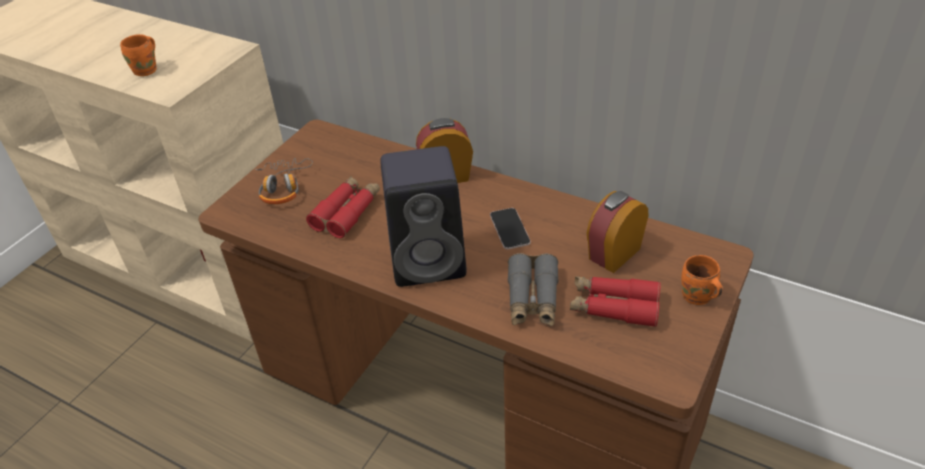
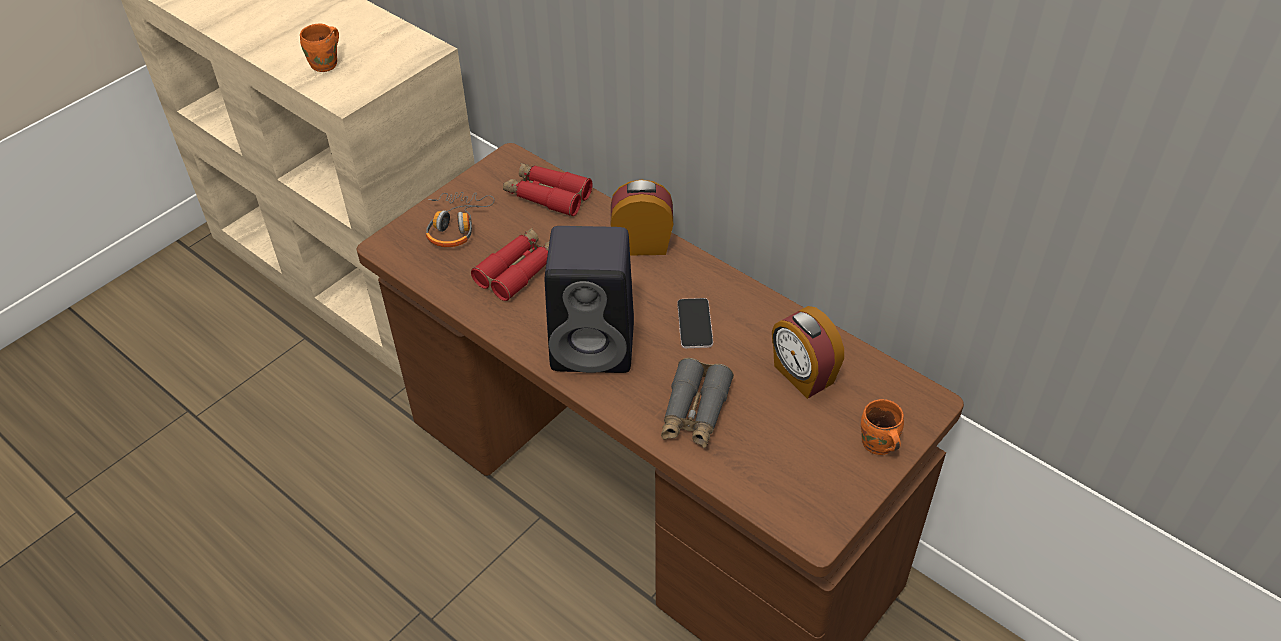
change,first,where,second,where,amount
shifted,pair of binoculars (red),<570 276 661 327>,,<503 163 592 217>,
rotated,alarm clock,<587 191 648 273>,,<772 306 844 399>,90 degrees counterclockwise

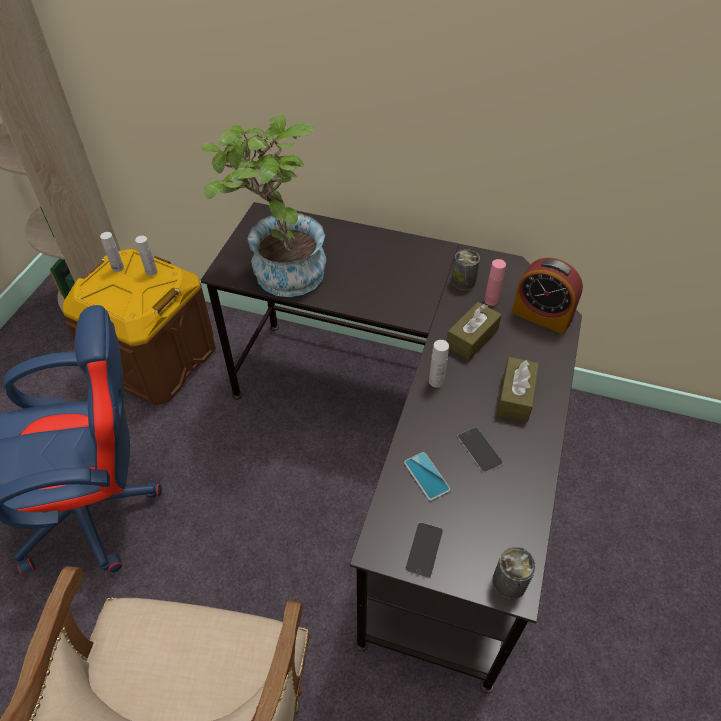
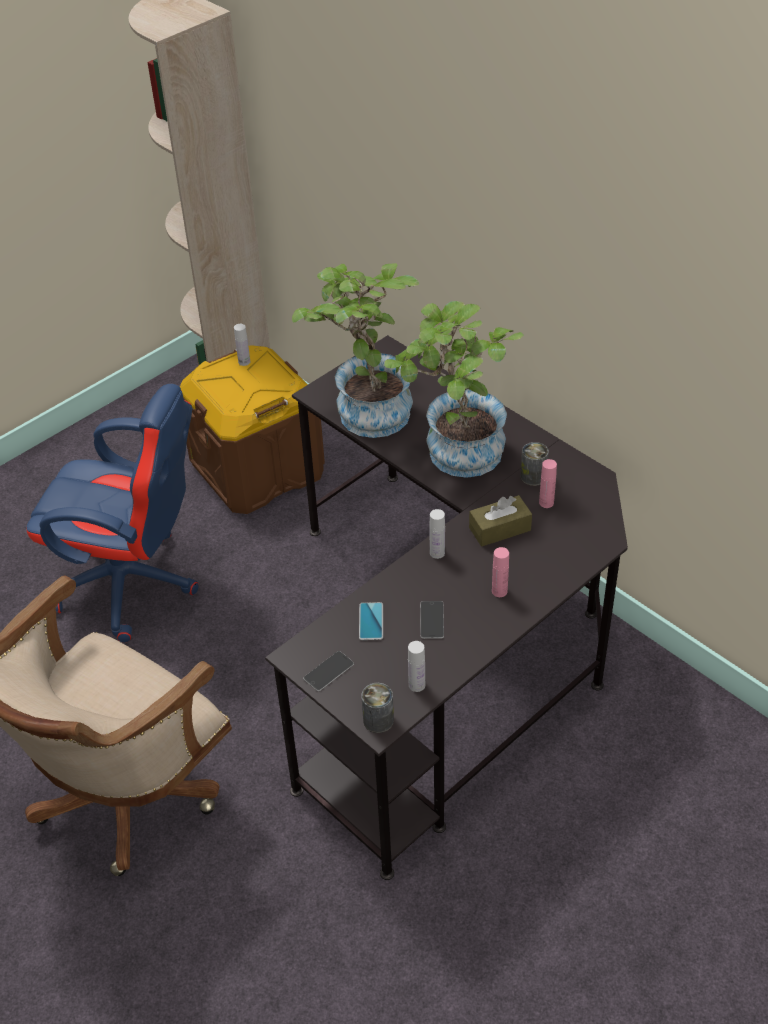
change,first,where,second,where,amount
gone,alarm clock,<512 258 583 334>,,,
new,,,plant in a pot,<384 301 524 478>,
shifted,drink bottle (white),<135 236 157 276>,,<408 641 425 692>,
swapped,tissue box (brown),<497 357 539 422>,drink bottle (pinkish),<492 547 509 597>,

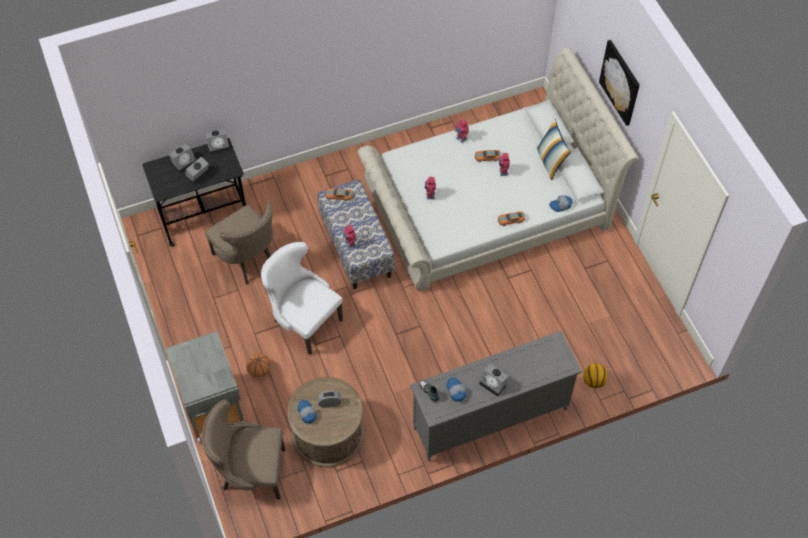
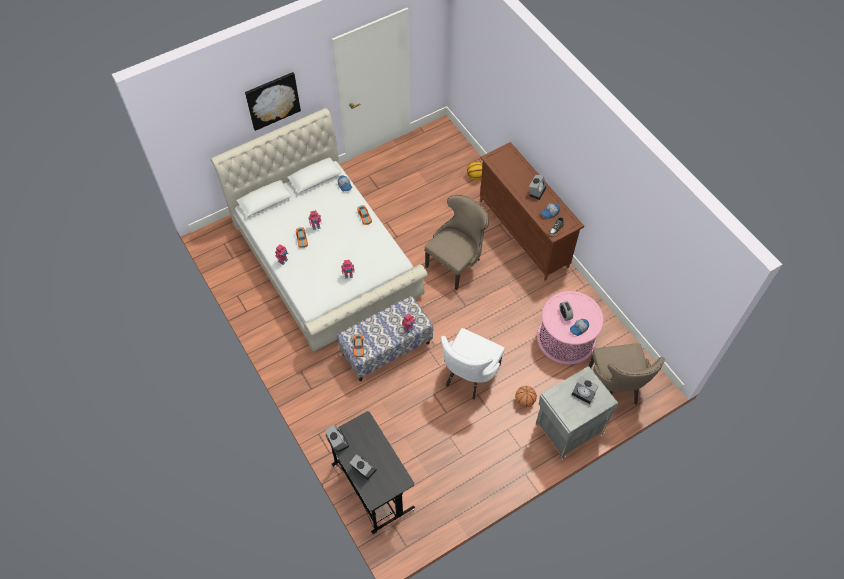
change,first,where,second,where,amount
gone,pillow,<536 118 571 180>,,,
shifted,alarm clock,<185 157 209 185>,,<572 376 599 404>,
shifted,chair (sand-coloured),<205 203 273 285>,,<425 195 489 290>,
repainted,coffee table (brown),<287 377 364 467>,coffee table (pinkish),<537 291 604 365>,
repainted,dresser (grey),<410 331 582 461>,dresser (brown),<480 142 584 281>,

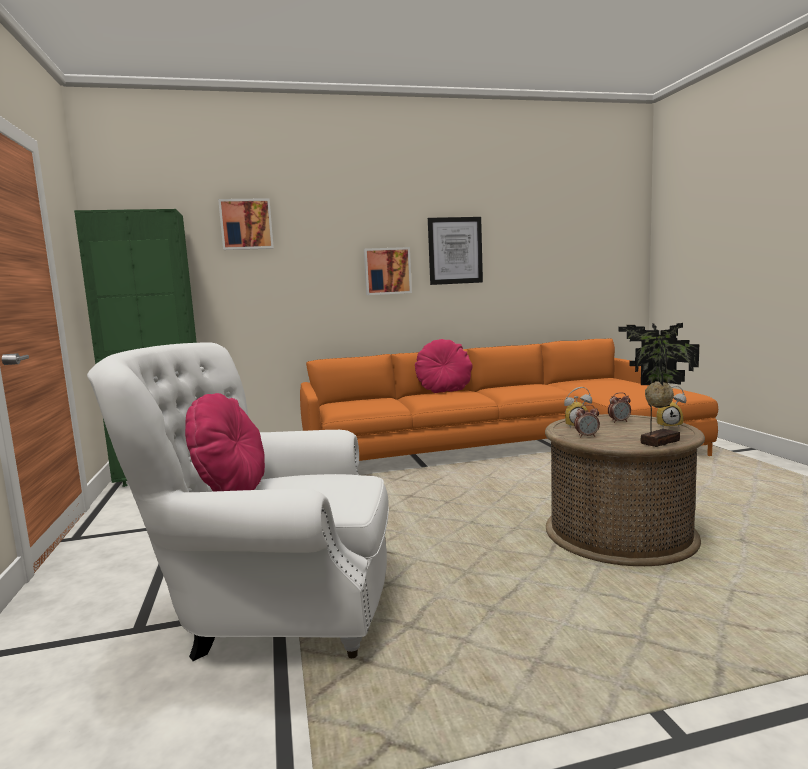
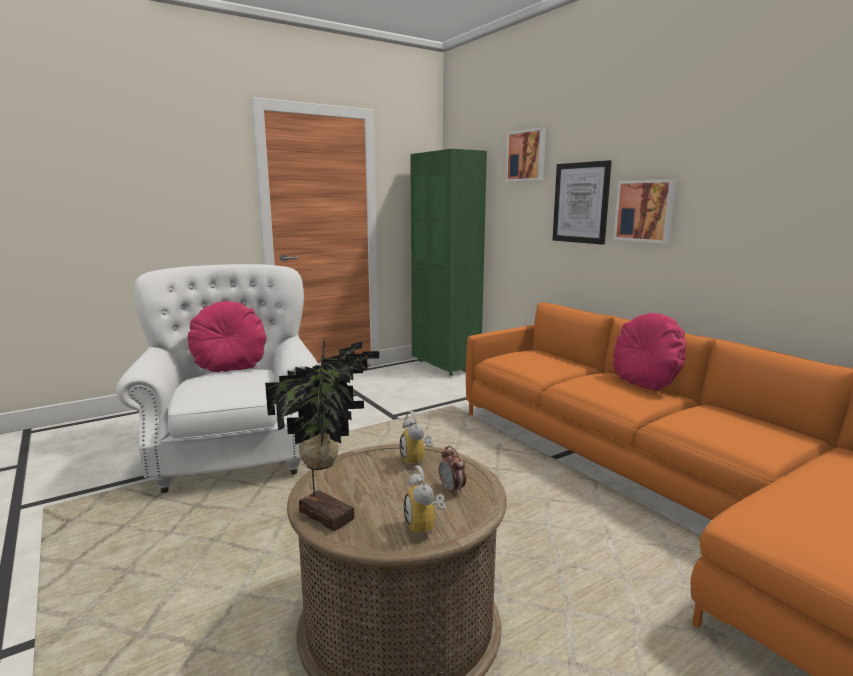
change,first,where,second,where,amount
gone,alarm clock,<574 405 600 438>,,,
shifted,wall art,<428 217 483 285>,,<552 160 612 245>,

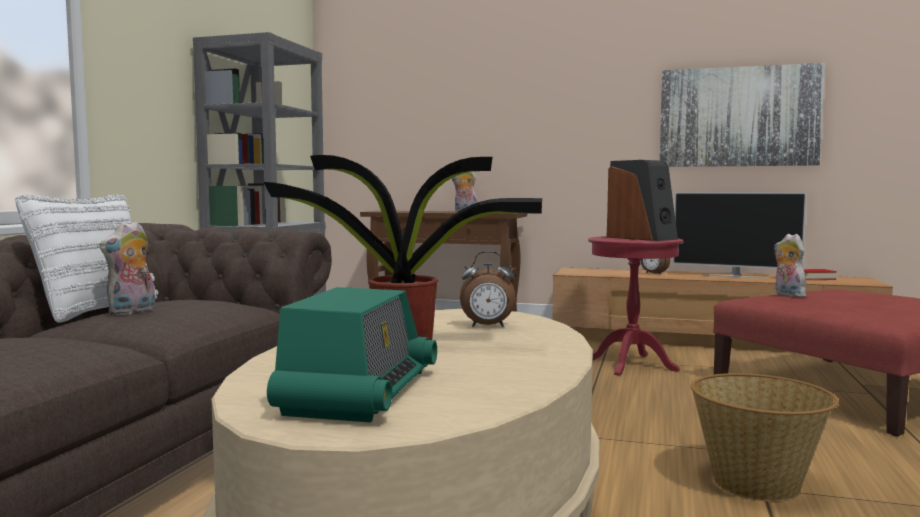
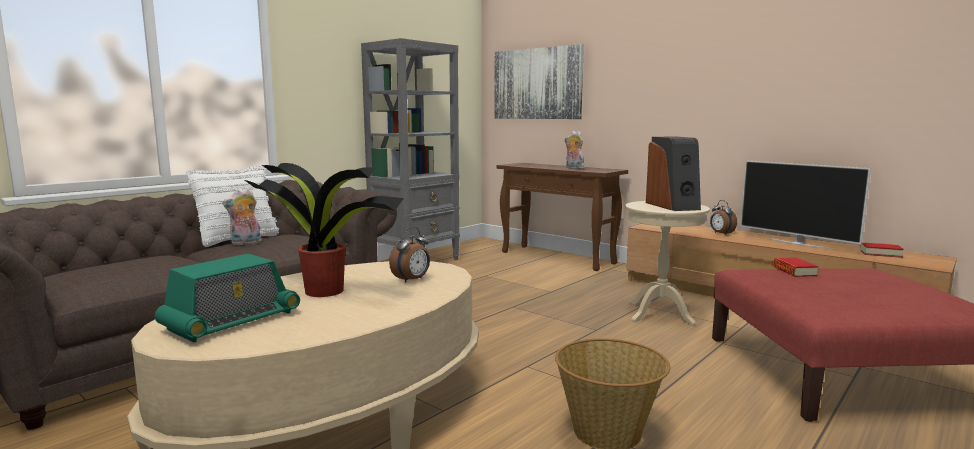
change,first,where,second,where,amount
shifted,wall art,<660 63 825 167>,,<494 44 584 119>,
swapped,soft toy,<774 234 806 297>,volume,<773 258 819 277>,
repainted,side table (red),<588 236 684 376>,side table (sand-coloured),<625 201 710 326>,
rotated,alarm clock,<460 251 516 327>,,<389 227 430 283>,75 degrees counterclockwise

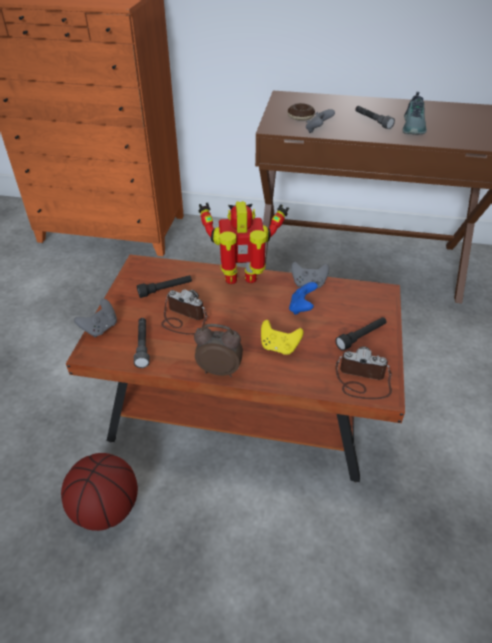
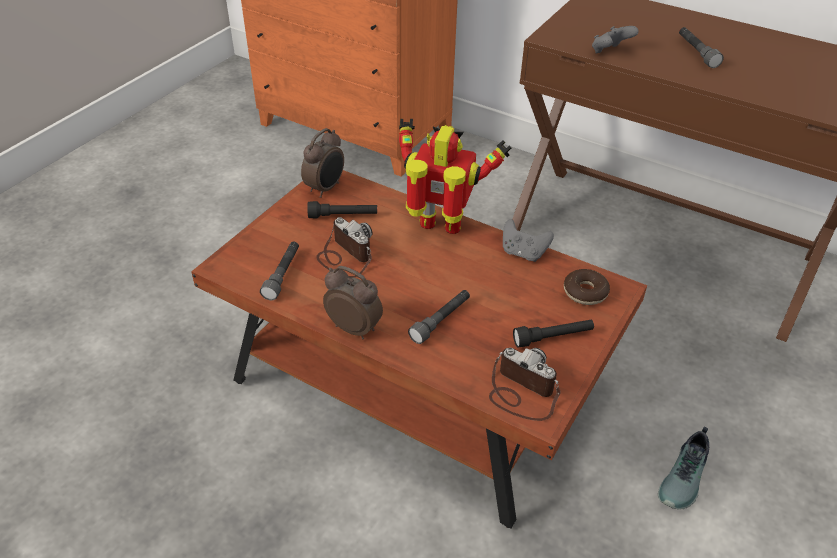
change,first,where,second,where,amount
gone,ball for basketball,<61 453 138 531>,,,
gone,joypad (grey),<74 299 117 337>,,,
gone,joypad (blue-coloured),<289 282 318 315>,,,
new,,,alarm clock,<301 128 344 198>,
shifted,ring doughnut,<288 103 315 121>,,<564 269 610 305>,
shifted,item of footwear,<402 92 427 134>,,<658 426 709 510>,
swapped,joypad (yellowish),<261 320 304 355>,flashlight (grey),<408 290 470 344>,

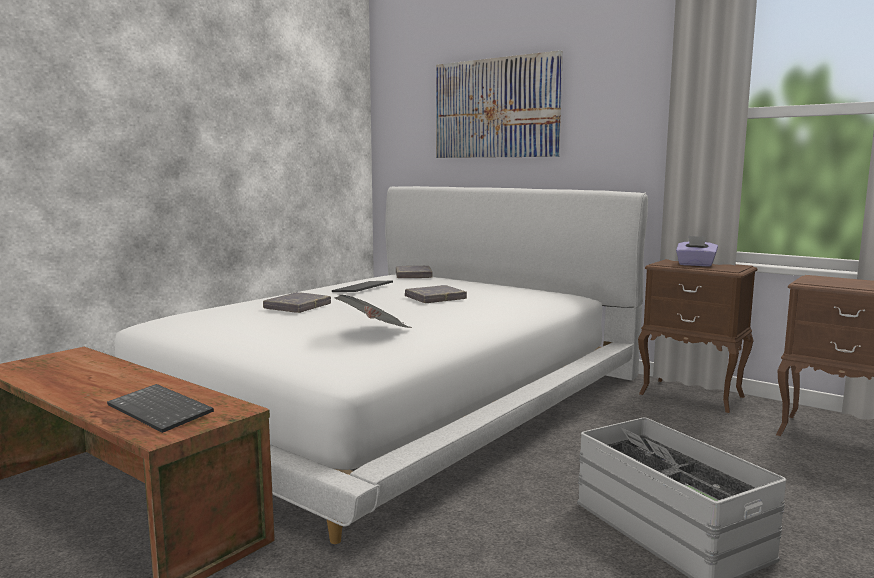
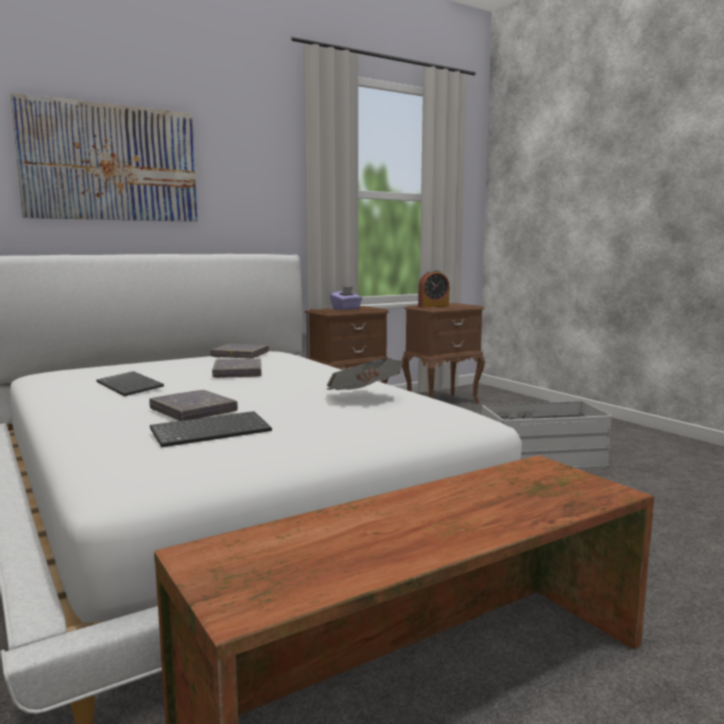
change,first,where,second,where,amount
new,,,alarm clock,<418 270 449 307>,
shifted,keyboard,<107 384 214 433>,,<150 411 272 447>,
shifted,volume (grey),<396 266 433 278>,,<210 344 269 359>,

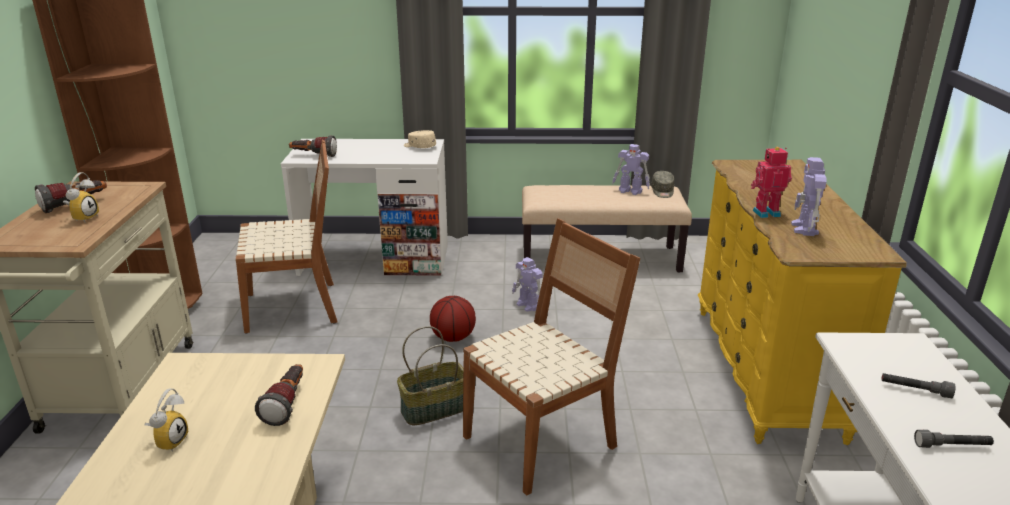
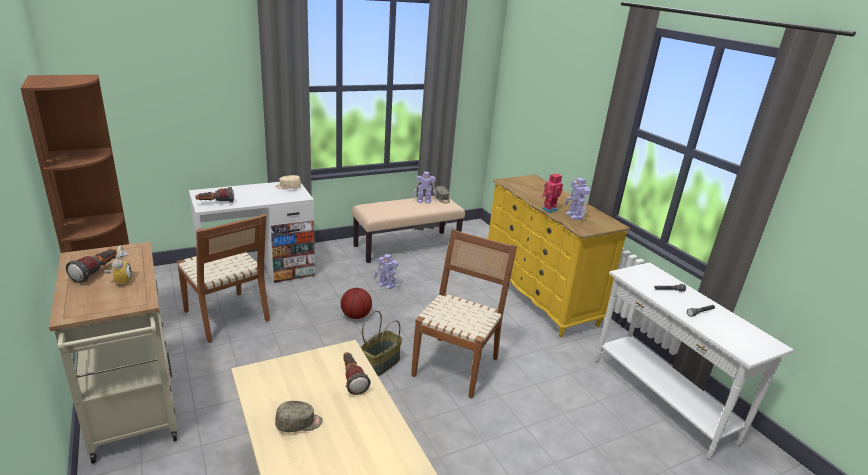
change,first,where,second,where,amount
swapped,alarm clock,<144 388 188 452>,cap (grey),<275 401 323 433>,
rotated,chair,<235 140 337 334>,,<177 214 270 343>,90 degrees clockwise

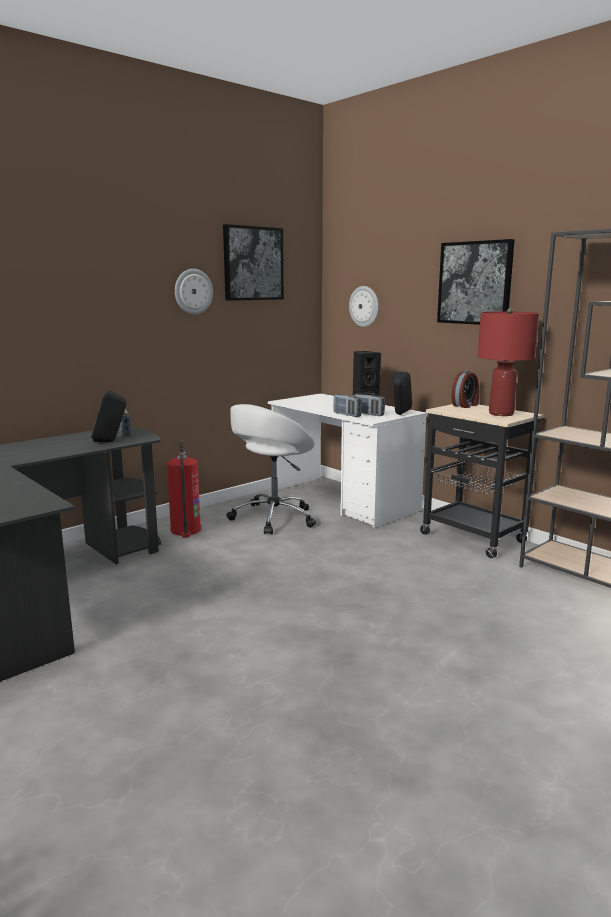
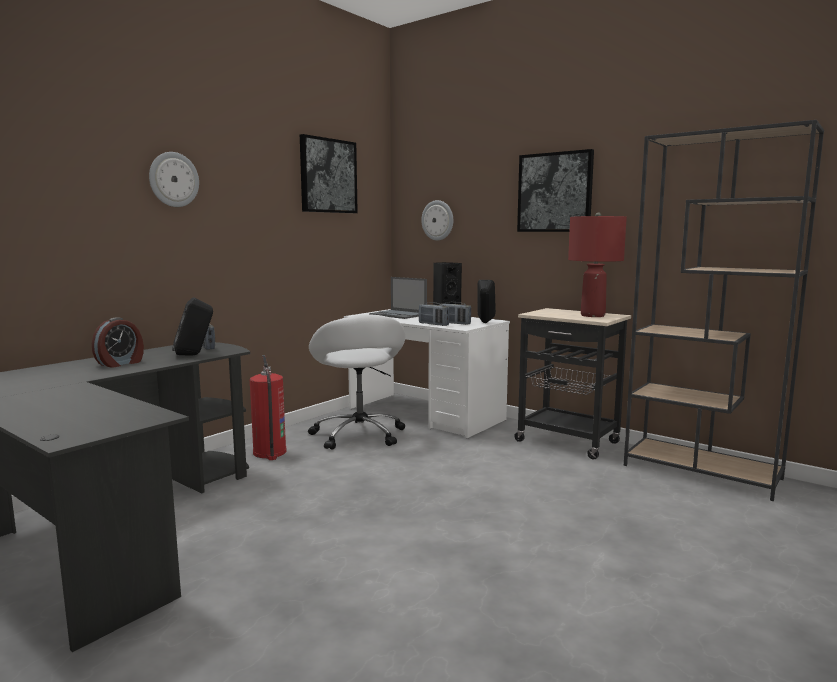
change,first,where,second,where,amount
new,,,portable computer,<369 277 427 319>,
shifted,wall clock,<175 269 213 314>,,<149 152 199 207>,
shifted,alarm clock,<451 370 479 408>,,<92 317 144 368>,
rotated,desk chair (white),<226 404 316 535>,,<308 315 405 450>,45 degrees counterclockwise

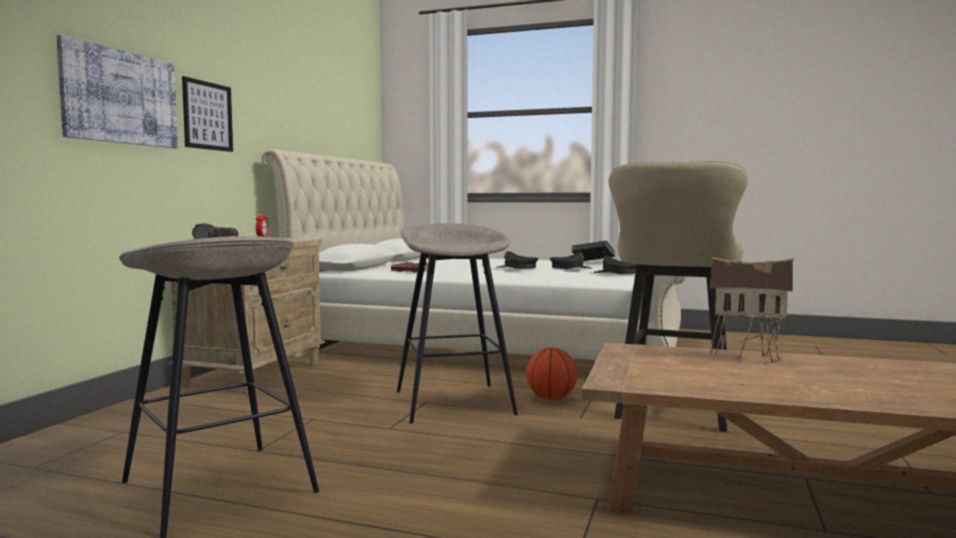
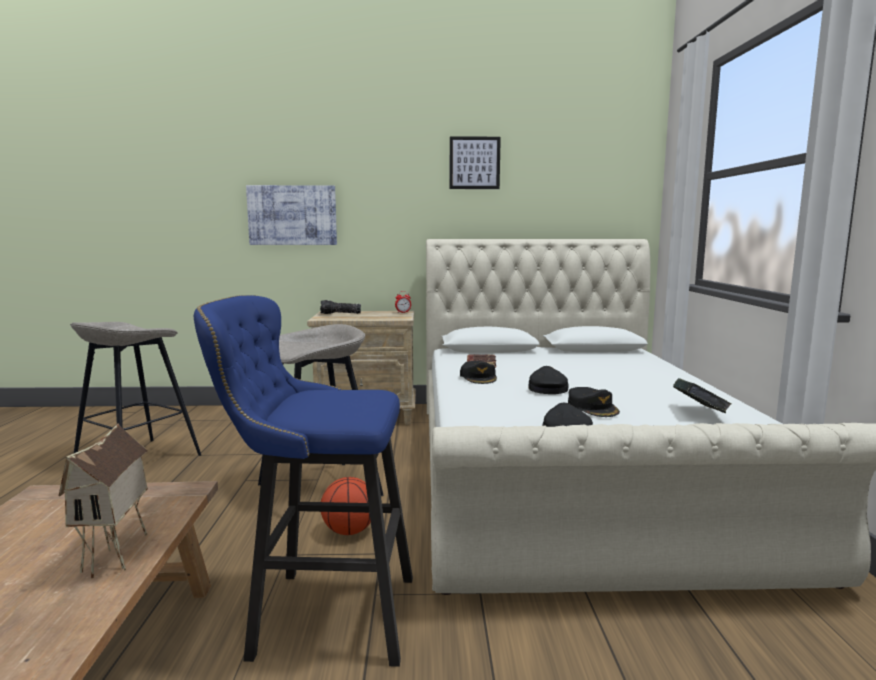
change,first,where,second,where,amount
new,,,cap (black),<460 361 497 384>,
shifted,wall art,<182 76 233 152>,,<450 136 501 189>,
repainted,stool seat (sand-coloured),<609 161 748 432>,stool seat (blue-coloured),<194 295 413 667>,

